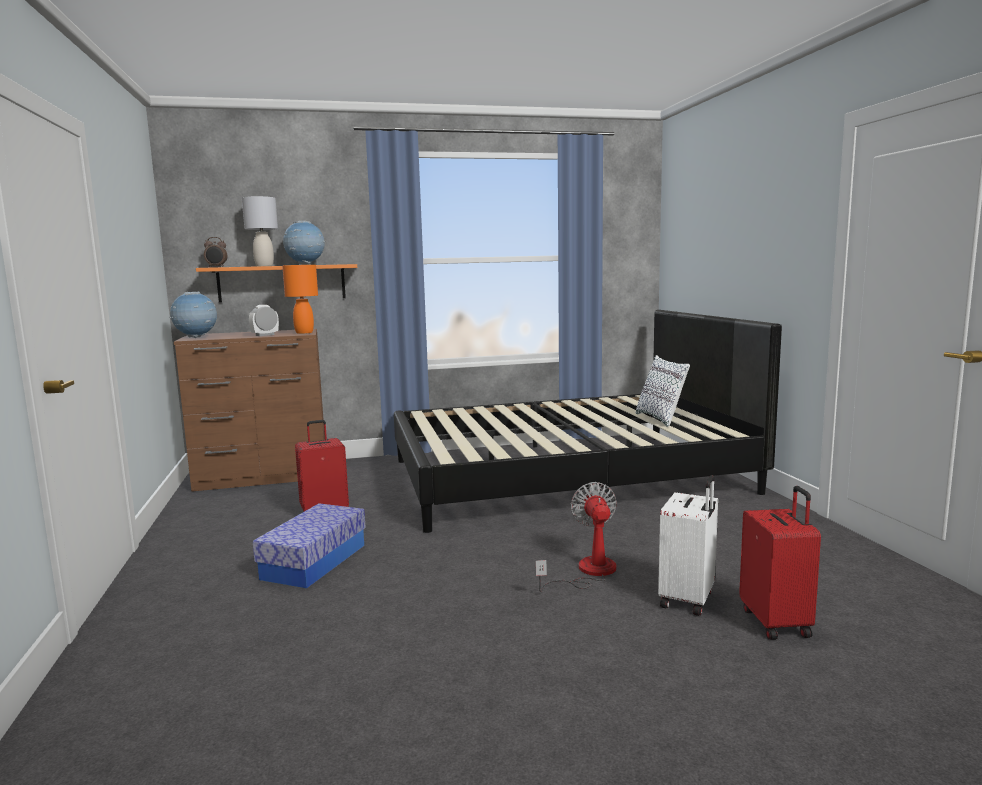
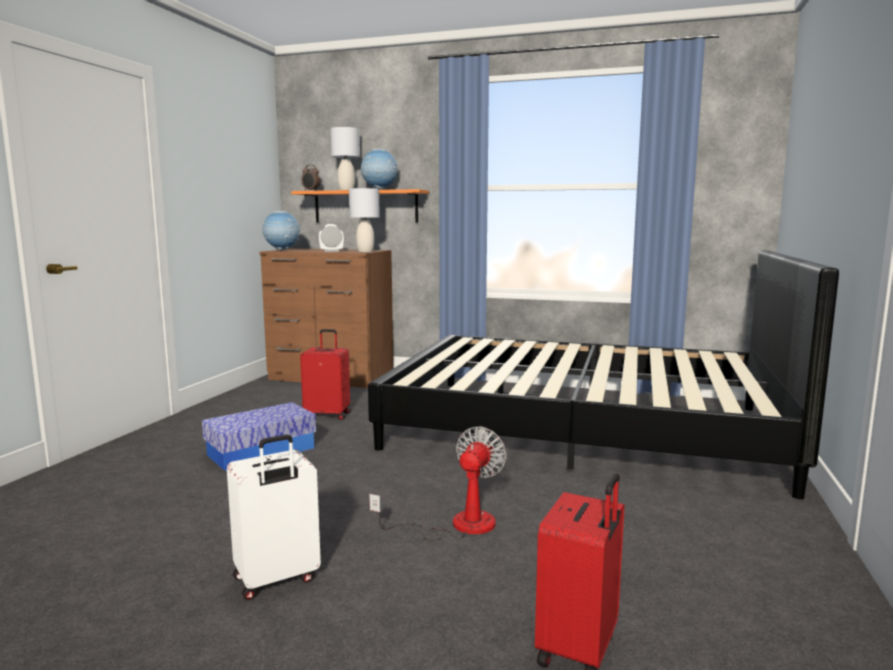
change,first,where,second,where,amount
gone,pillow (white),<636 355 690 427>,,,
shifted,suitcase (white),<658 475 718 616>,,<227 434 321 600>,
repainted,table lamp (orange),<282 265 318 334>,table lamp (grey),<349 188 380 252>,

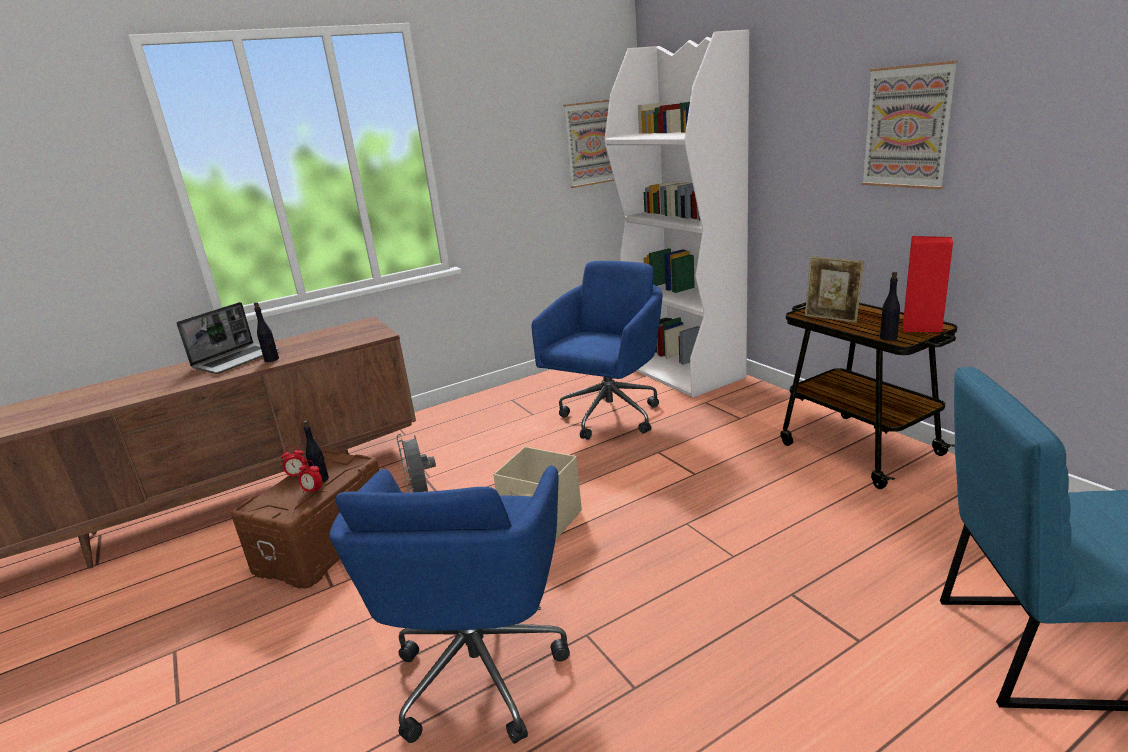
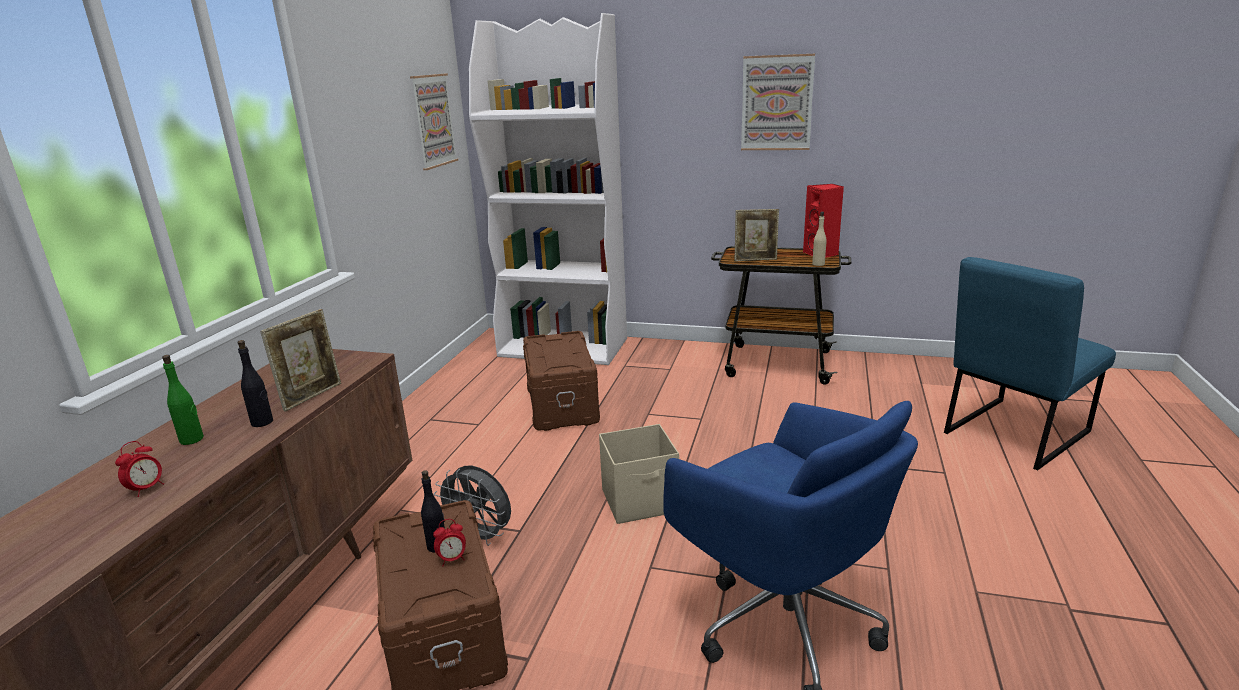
change,first,where,second,where,amount
new,,,picture frame,<260 309 341 412>,
shifted,alarm clock,<281 446 307 480>,,<115 441 164 497>,
swapped,portable computer,<177 302 279 374>,drink bottle (green-coloured),<162 355 204 445>,
swapped,desk chair (blue-coloured),<532 261 662 440>,storage bin (brown),<523 331 600 431>,
repainted,drink bottle (black),<880 272 900 341>,drink bottle (sand-coloured),<812 212 827 266>,

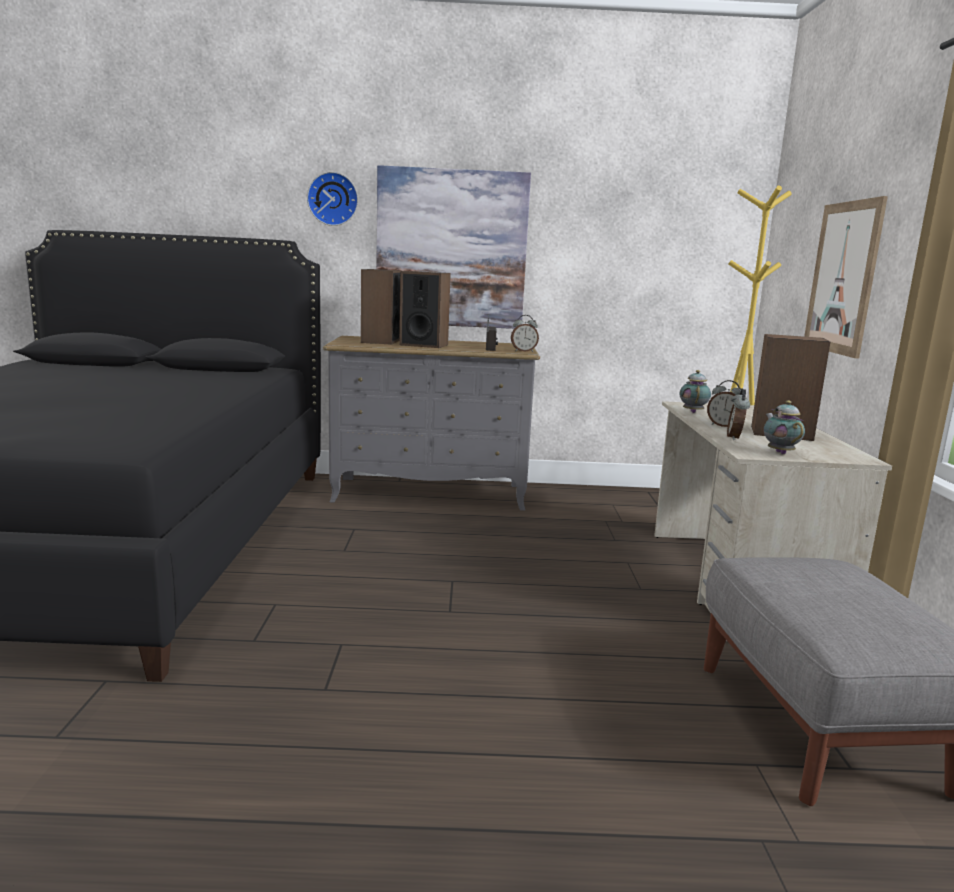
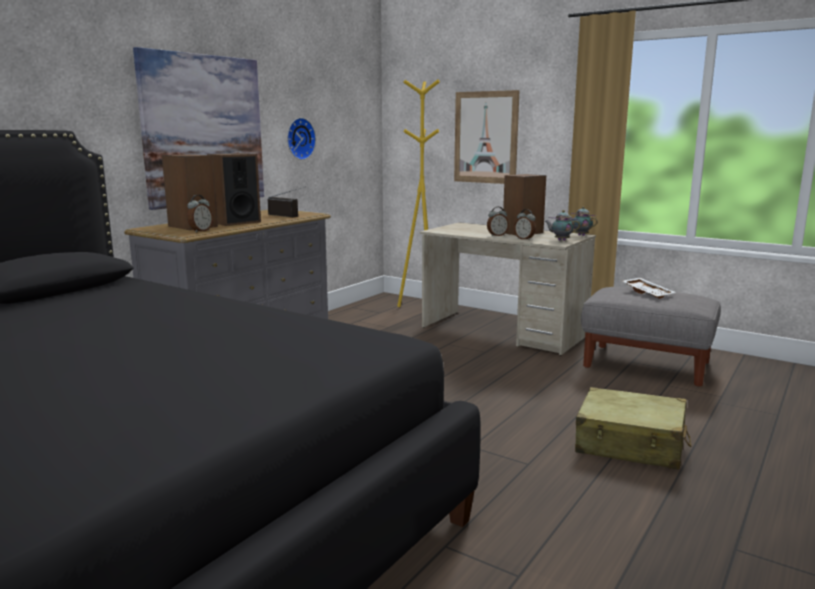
change,first,where,second,where,amount
new,,,suitcase (sand-coloured),<575 387 691 470>,
new,,,carrying tray (white),<623 278 676 299>,
shifted,wall clock,<307 172 358 226>,,<287 118 316 160>,
shifted,alarm clock,<511 315 539 352>,,<187 195 213 233>,
shifted,teapot,<680 370 711 413>,,<570 207 598 236>,

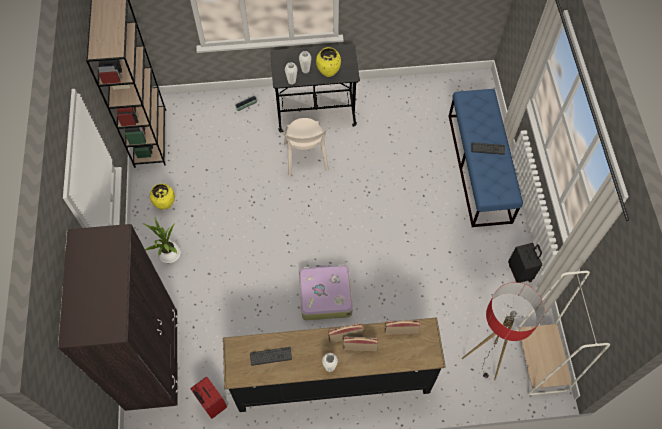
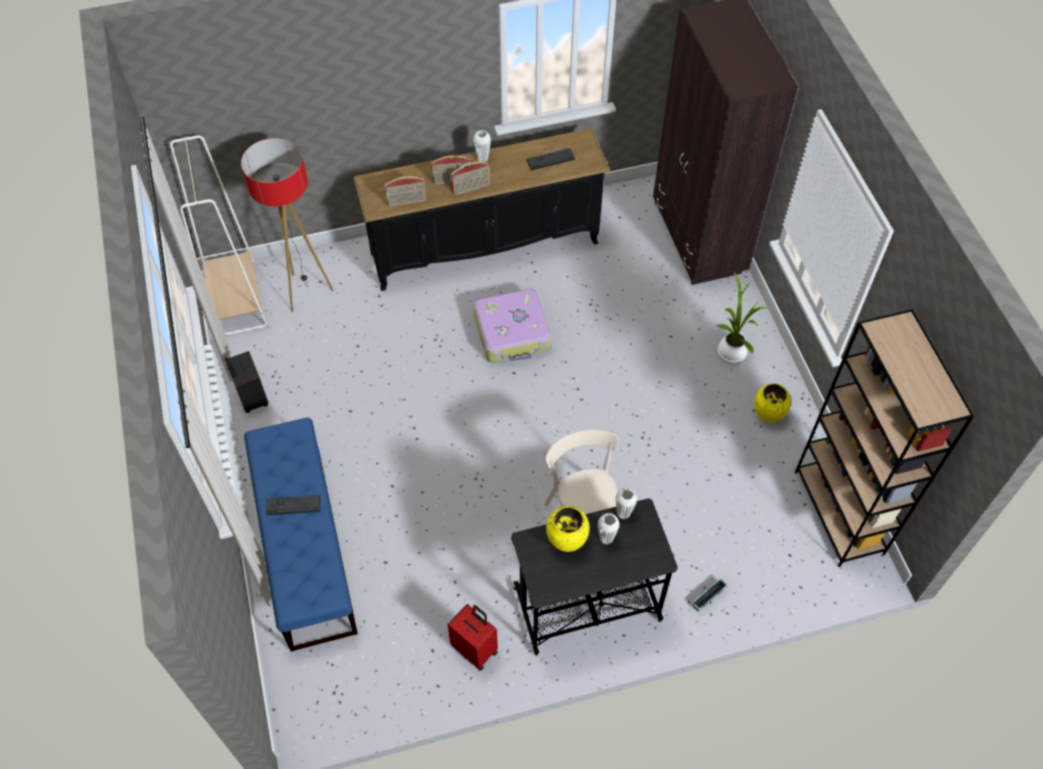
change,first,where,second,where,amount
shifted,suitcase (red),<190 376 227 419>,,<447 604 498 671>,

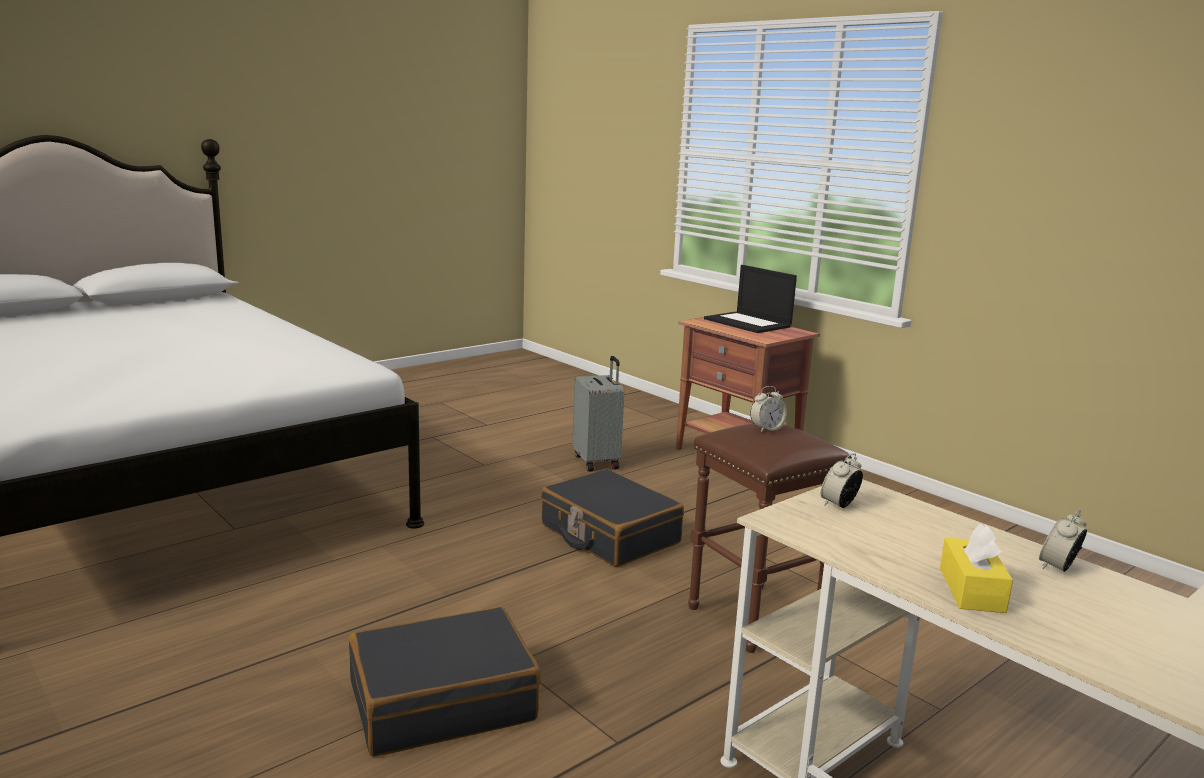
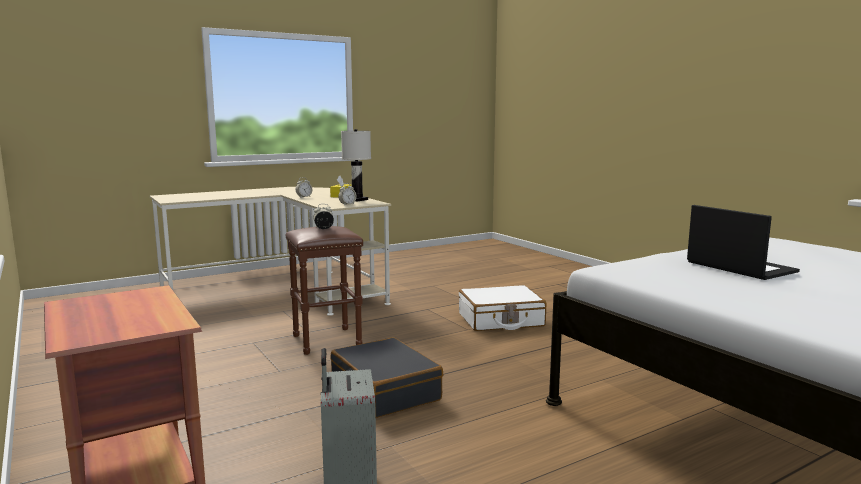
change,first,where,second,where,amount
new,,,table lamp (white),<341 129 371 202>,
shifted,portable computer,<704 265 797 333>,,<687 205 800 280>,
repainted,suitcase (black),<349 607 541 757>,suitcase (white),<459 285 546 331>,

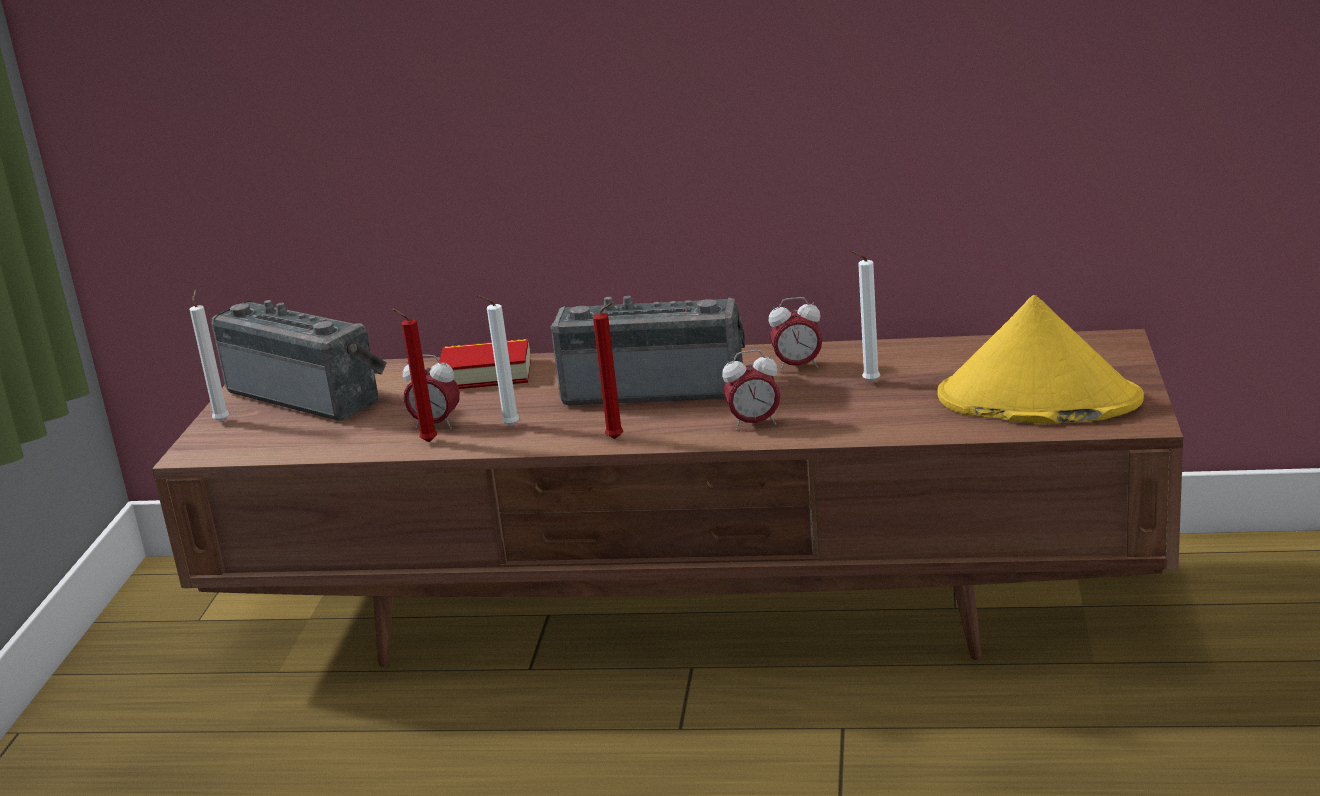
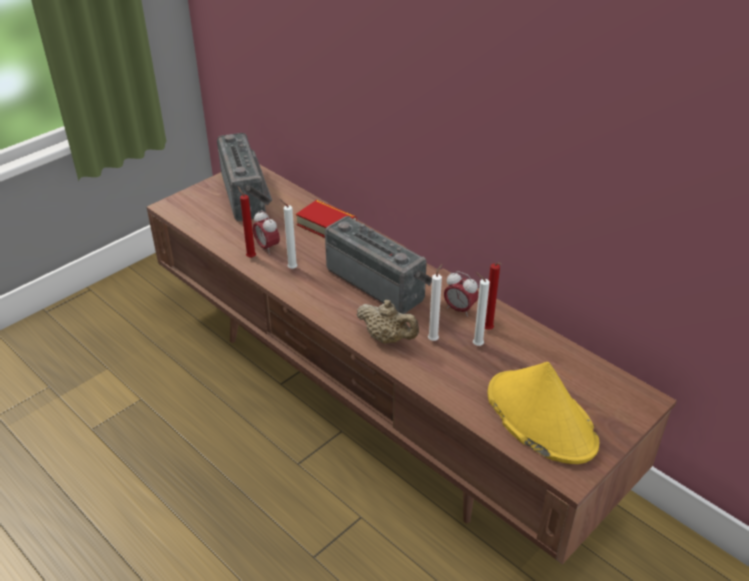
change,first,where,second,where,amount
shifted,wax light (white),<190 289 229 422>,,<428 264 442 341>,
shifted,wax light (red),<593 303 623 439>,,<485 263 501 330>,
swapped,alarm clock,<722 350 780 430>,teapot (sand-coloured),<356 300 419 344>,

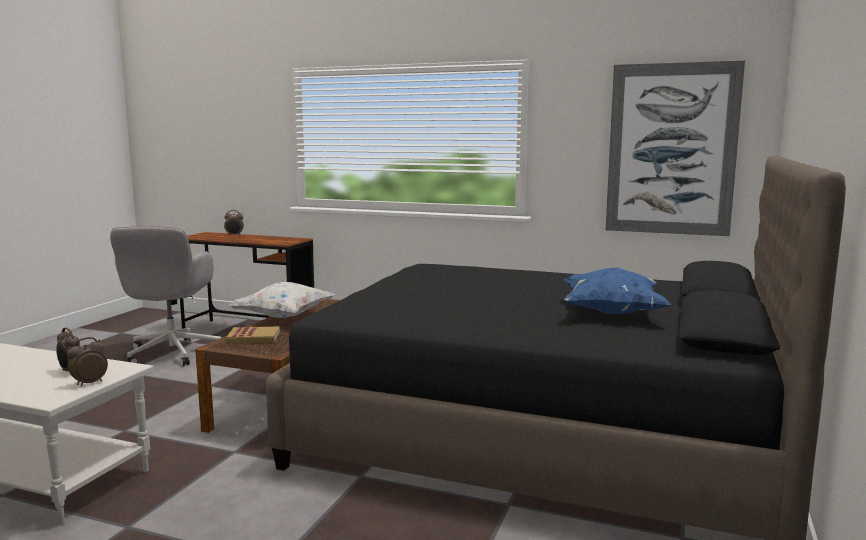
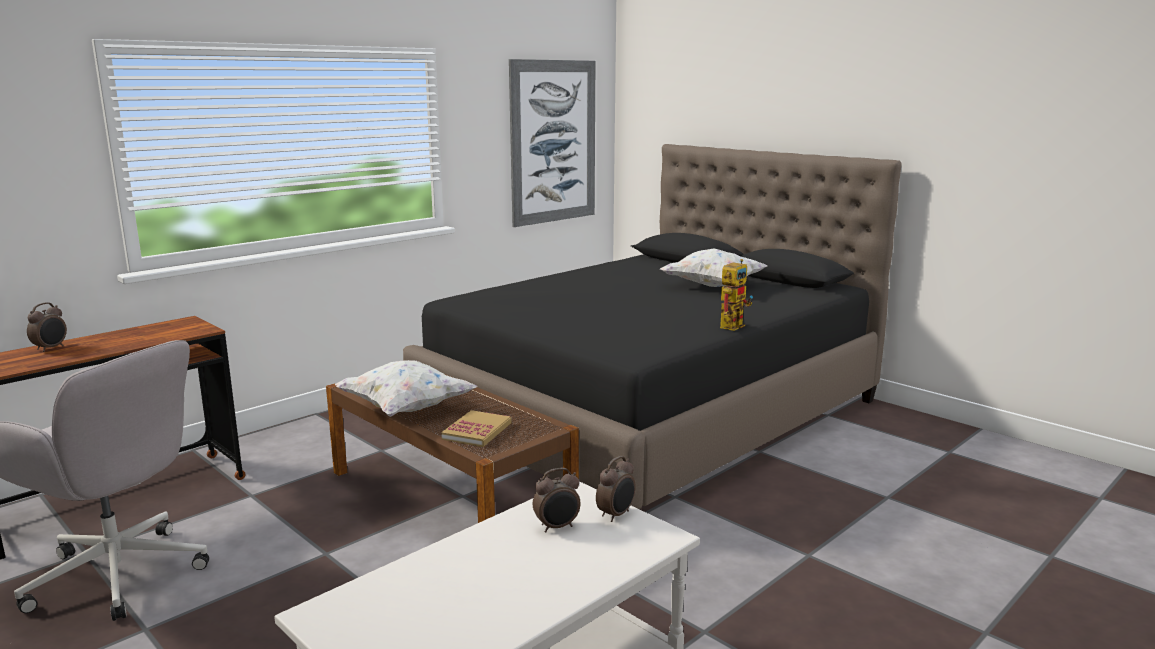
change,first,where,second,where,amount
new,,,robot figure,<720 259 753 331>,
repainted,pillow (blue-coloured),<564 267 671 314>,pillow (white),<660 248 767 287>,
rotated,alarm clock,<67 337 108 386>,,<596 456 635 522>,120 degrees counterclockwise

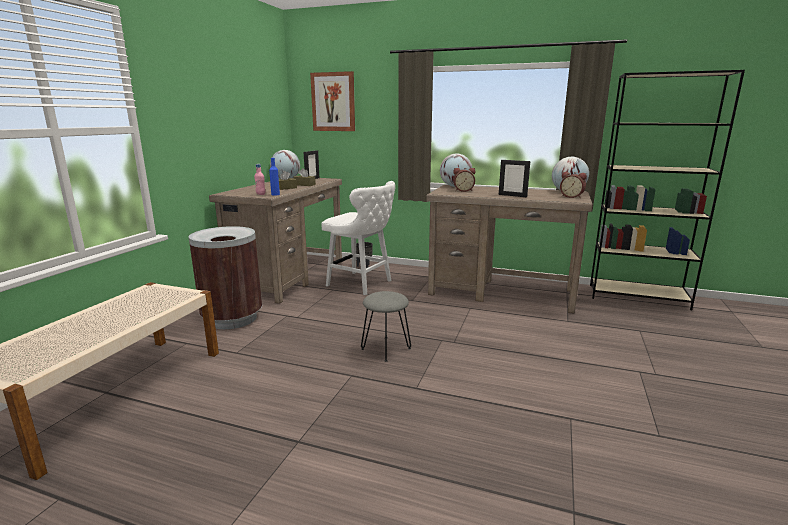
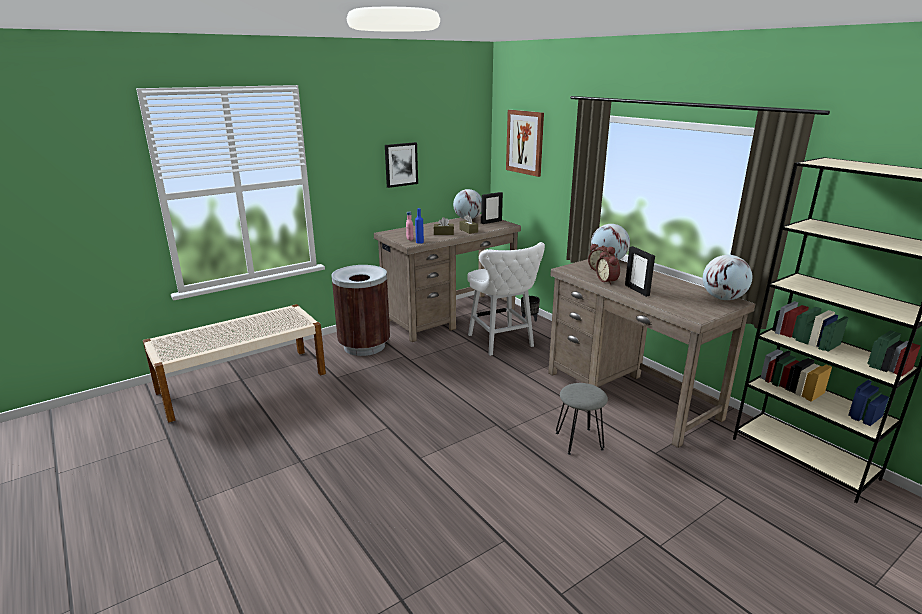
change,first,where,second,where,amount
new,,,wall art,<385 142 418 188>,
shifted,stool seat (grey),<361 291 411 362>,,<556 383 608 455>,
shifted,alarm clock,<560 172 587 198>,,<596 251 620 284>,

